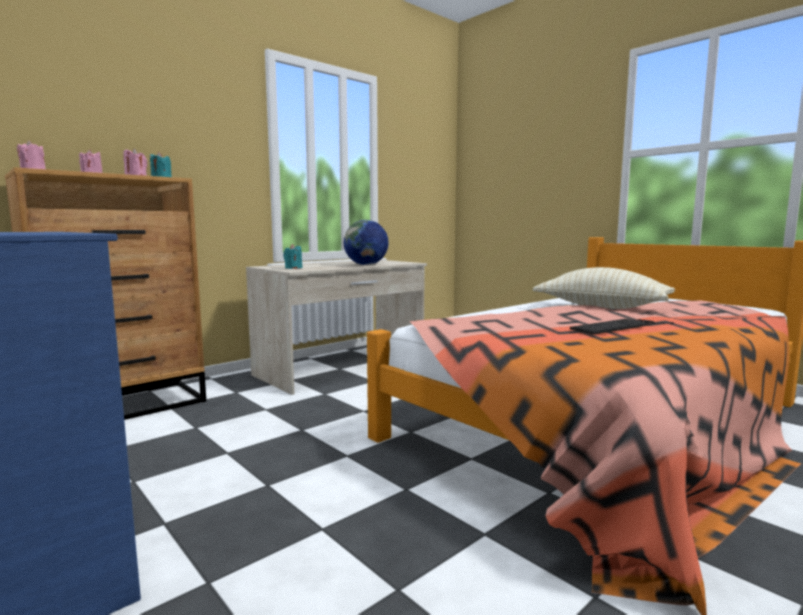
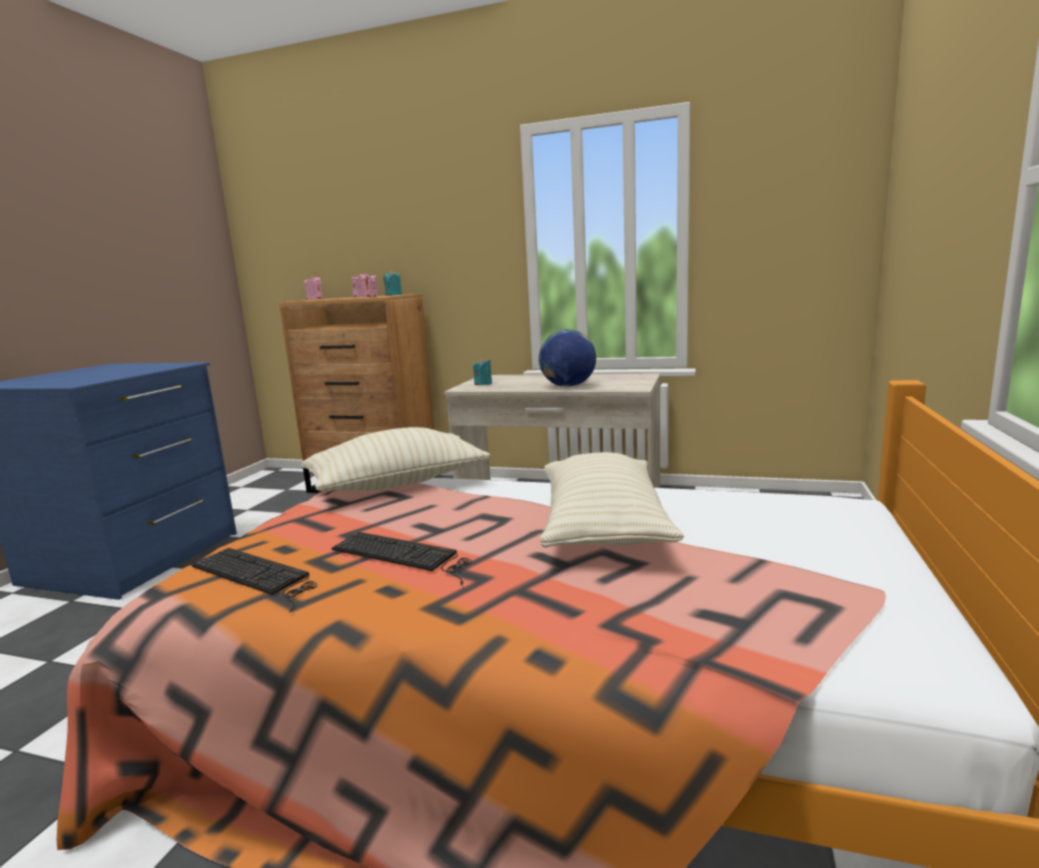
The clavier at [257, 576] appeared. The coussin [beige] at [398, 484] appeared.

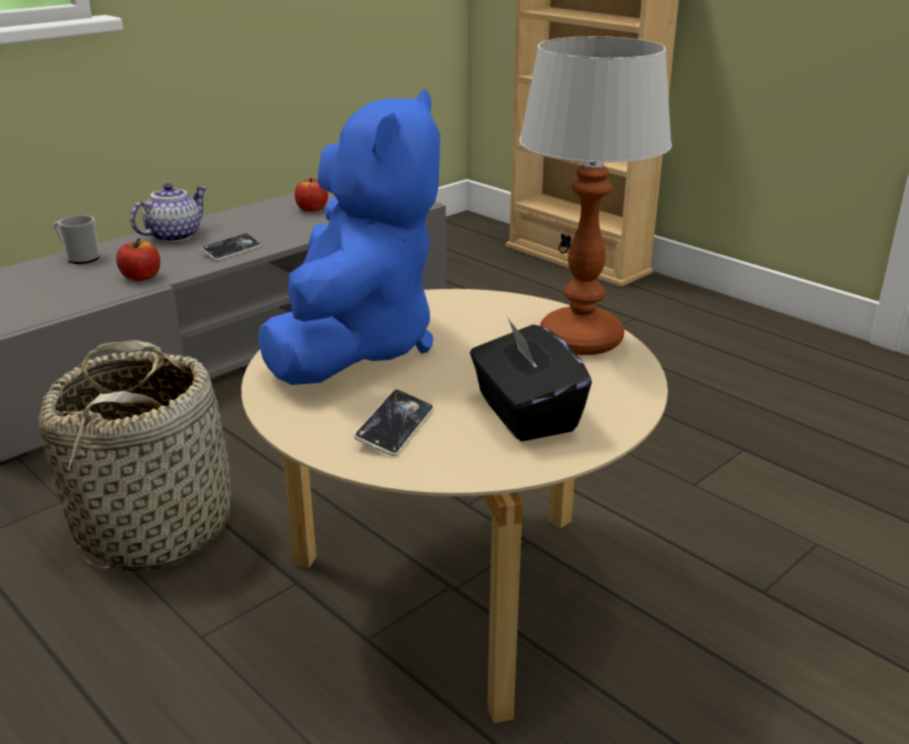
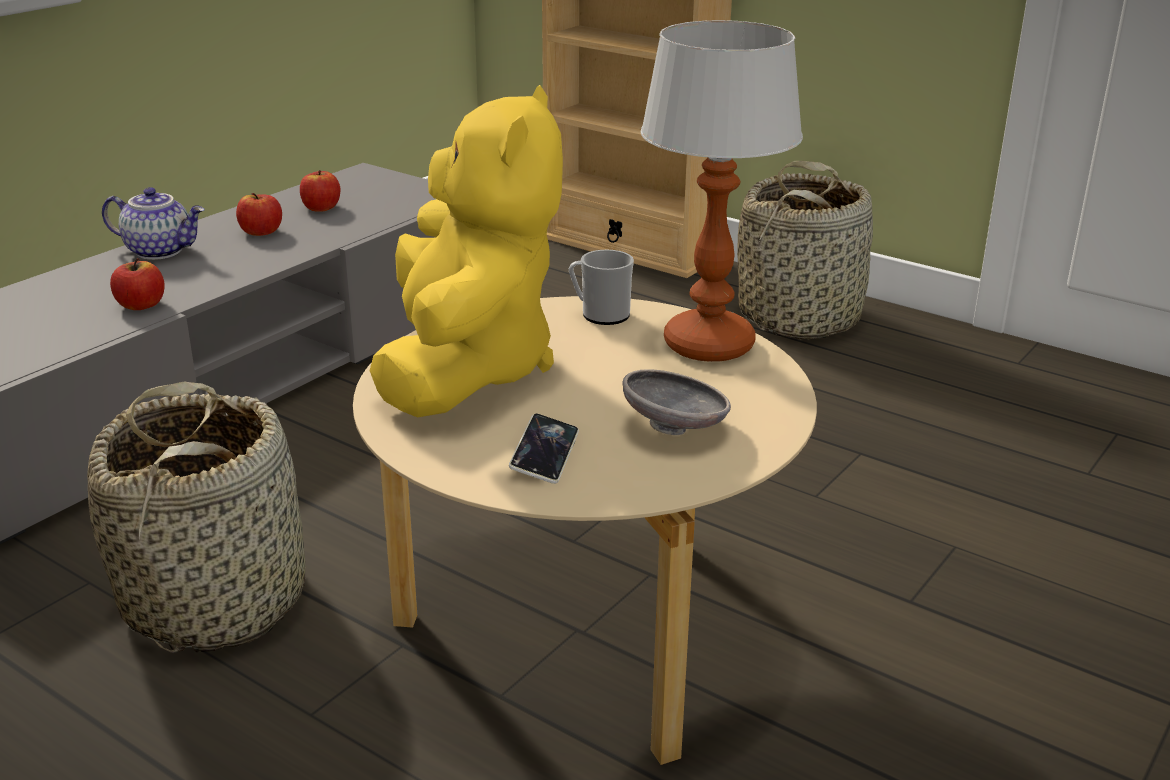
The mug moved from [80, 258] to [600, 315]. The théière at [174, 236] turned 75 degrees clockwise. The téléphone at [232, 250] disappeared. The peluche [bleu] at [355, 346] became the peluche [jaune] at [466, 369]. The boîte à mouchoirs [noir] at [525, 414] was replaced by the bol [gris] at [676, 428]. The pomme at [261, 232] appeared. The panier at [800, 317] appeared.

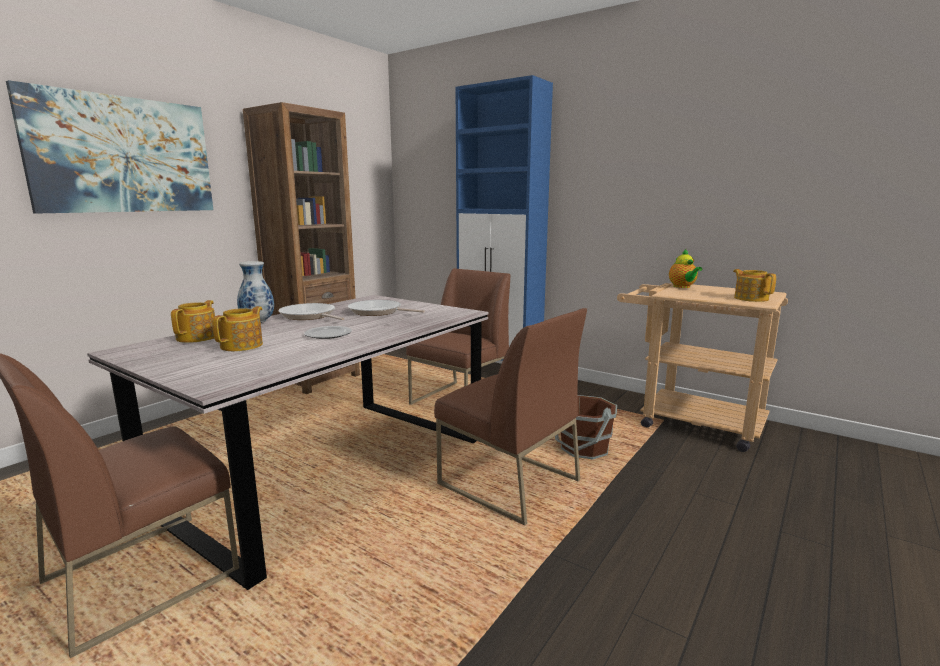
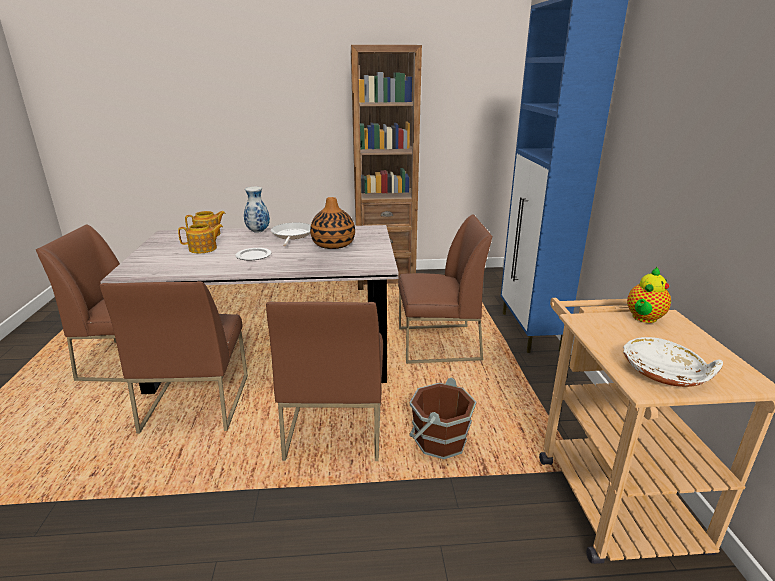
The tableau at [123, 155] disappeared. The poêle at [378, 312] was replaced by the vase at [333, 245]. The théière at [750, 298] was replaced by the bol [blanc] at [664, 374]. The chaise [marron] at [196, 402] appeared.

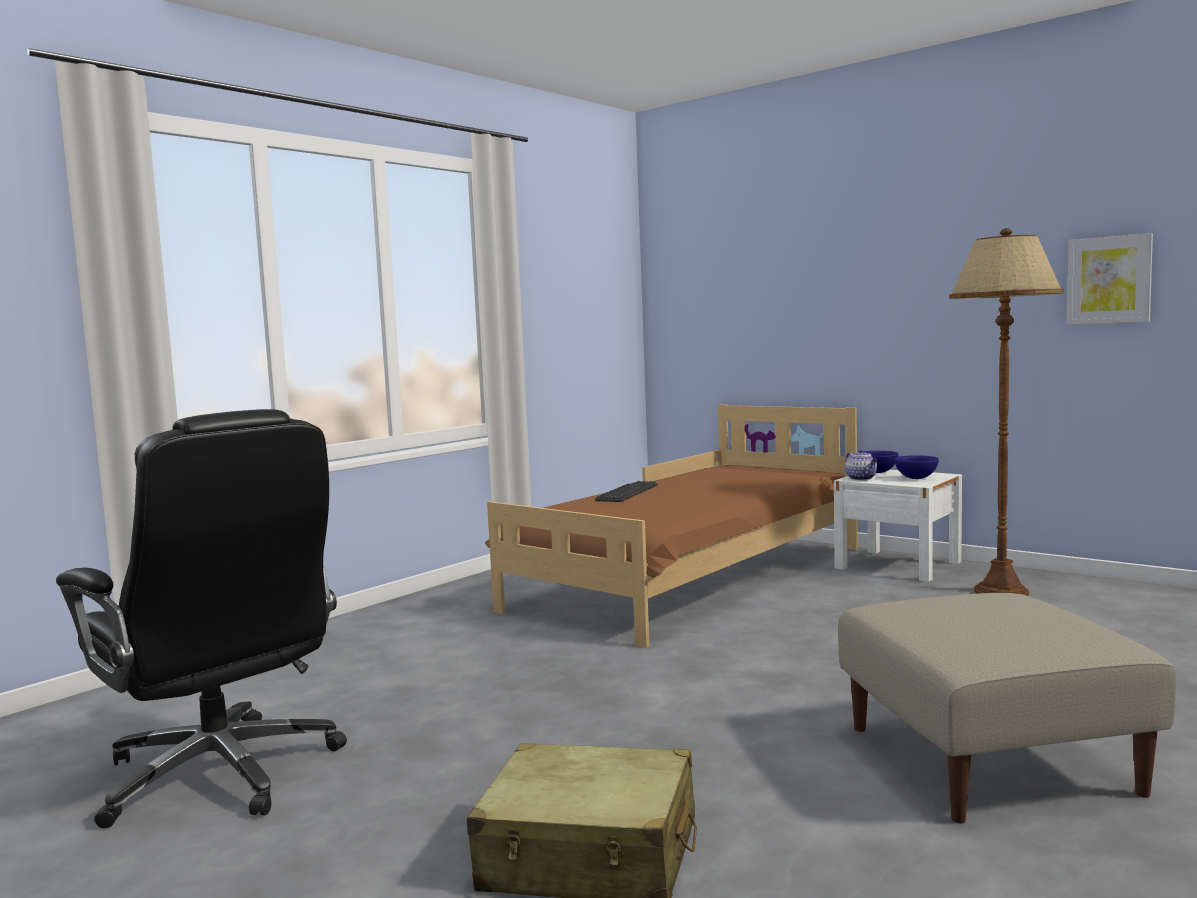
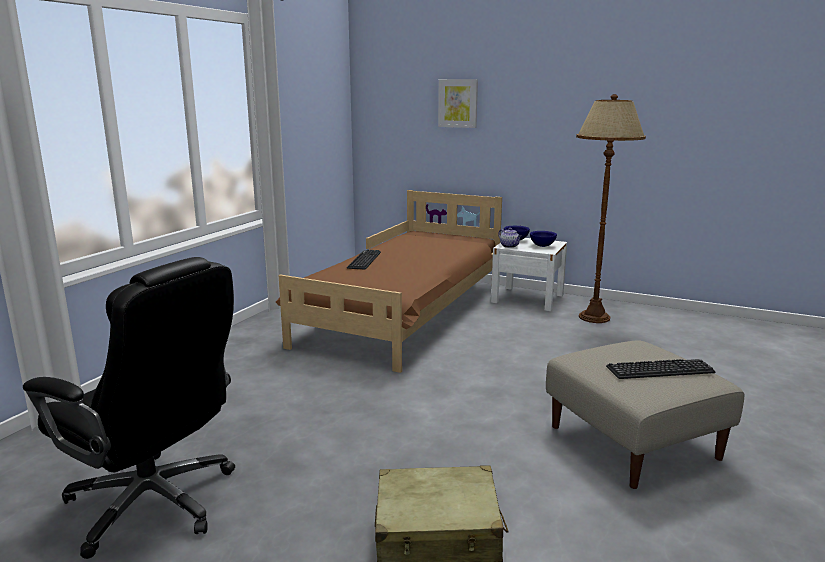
The tableau moved from [1109, 280] to [458, 103]. The clavier at [659, 370] appeared.

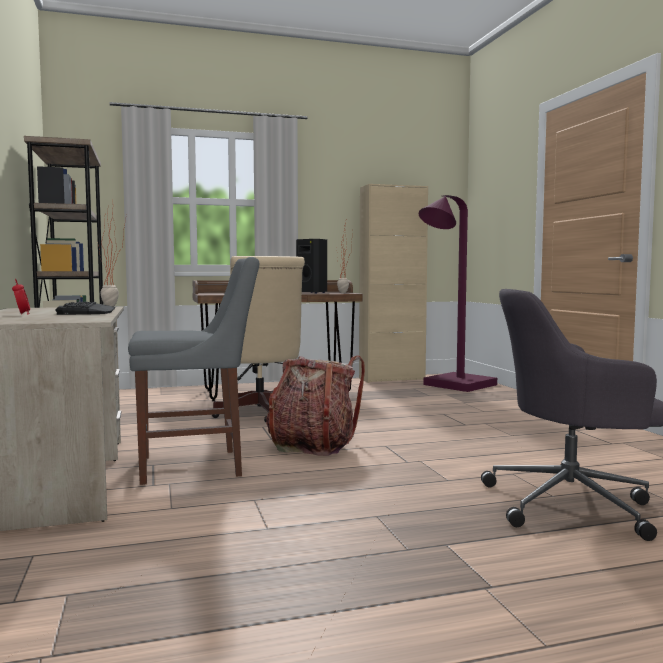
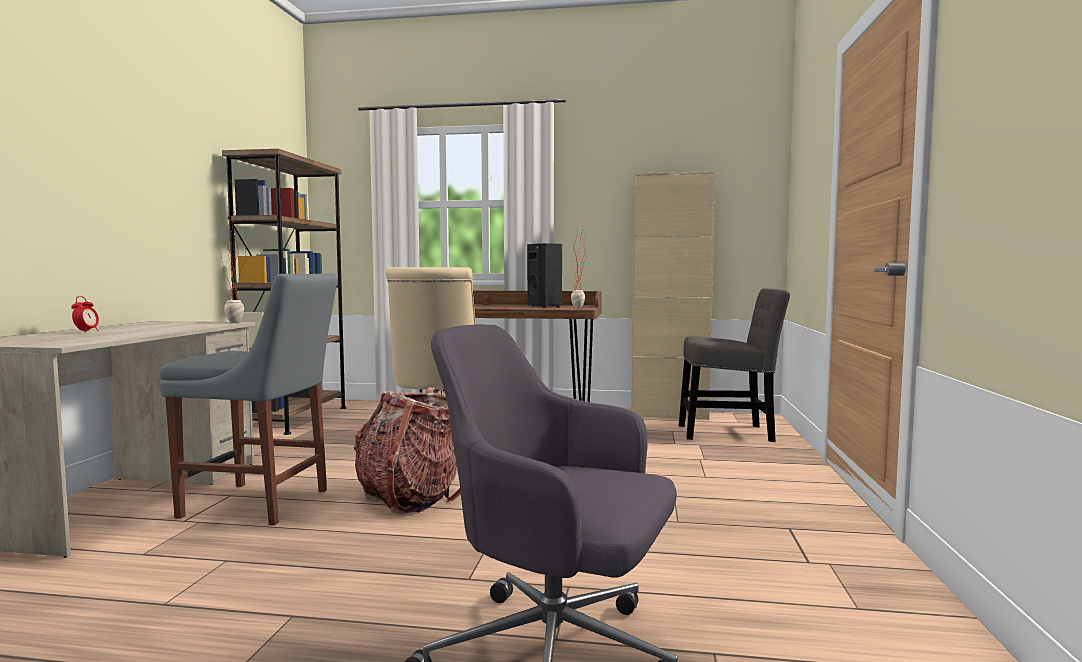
The clavier at [86, 311] disappeared. The lampadaire [violet] at [454, 386] was replaced by the chaise [gris] at [730, 433].

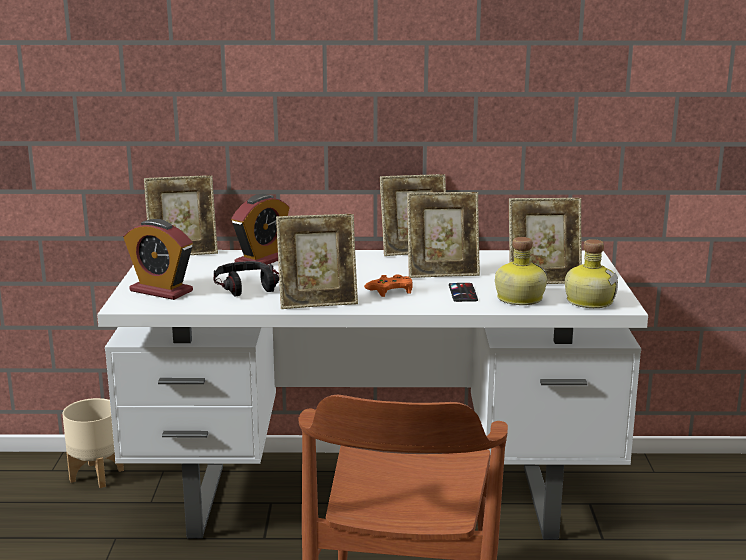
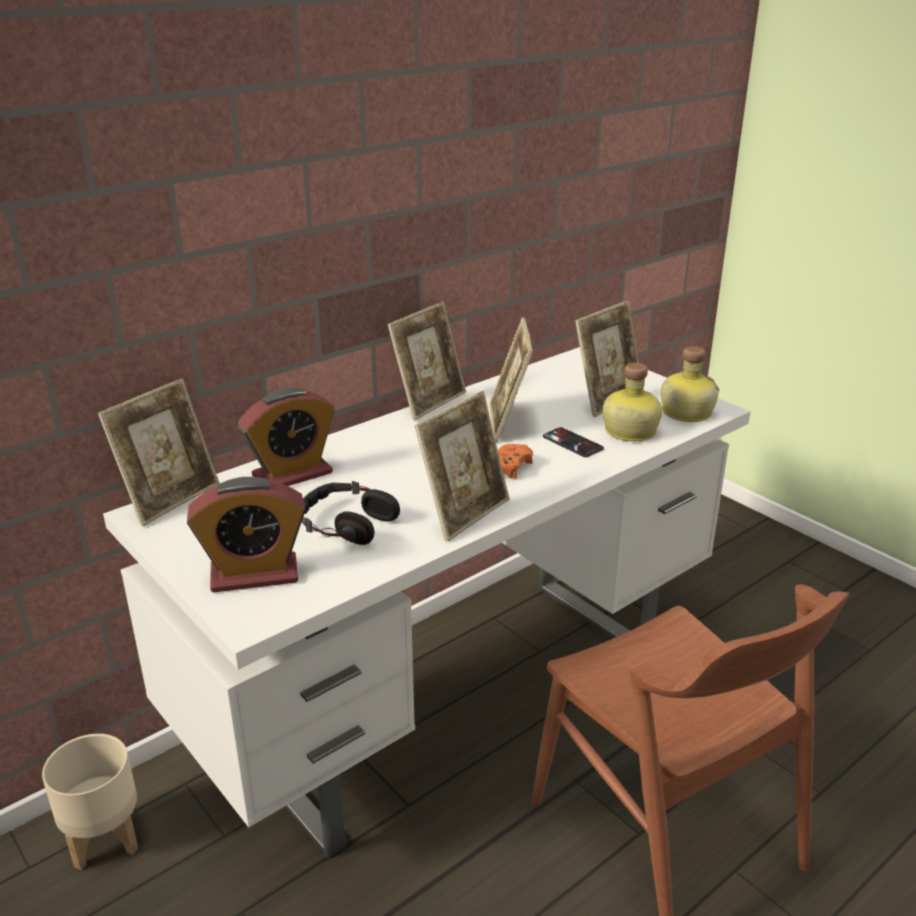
The réveil at [262, 260] turned 60 degrees clockwise. The cadre photo at [442, 273] turned 135 degrees clockwise.

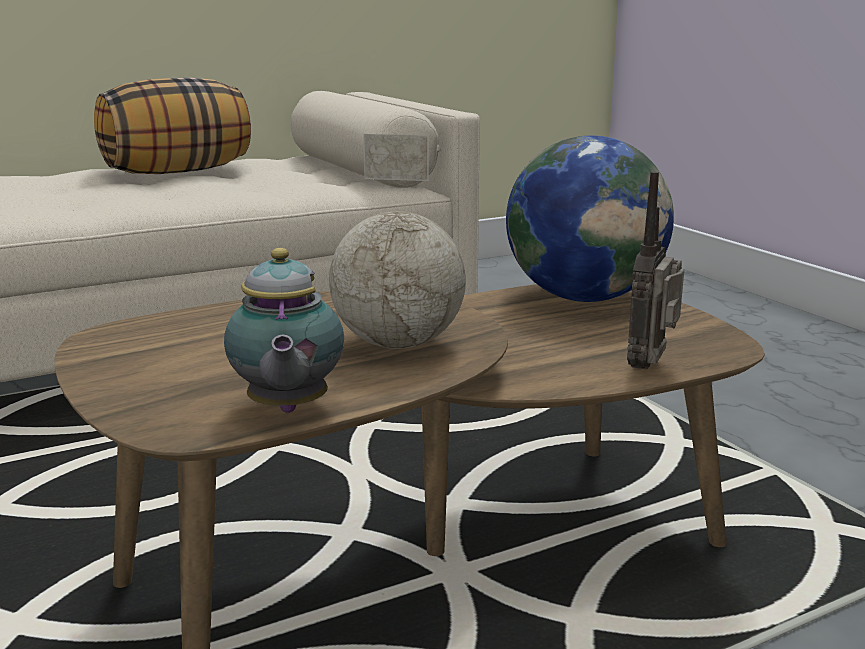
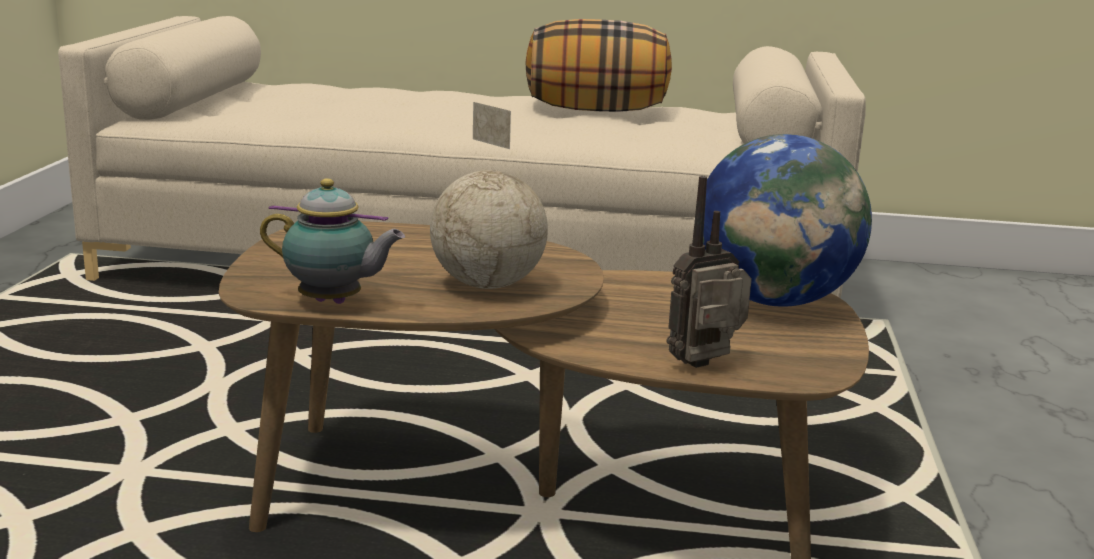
The théière at [287, 409] turned 105 degrees counterclockwise.

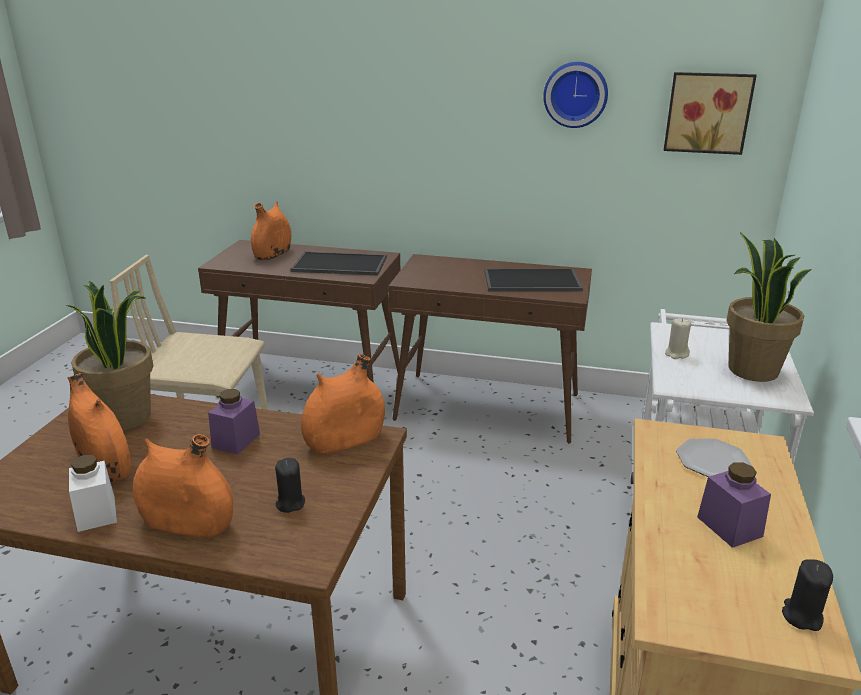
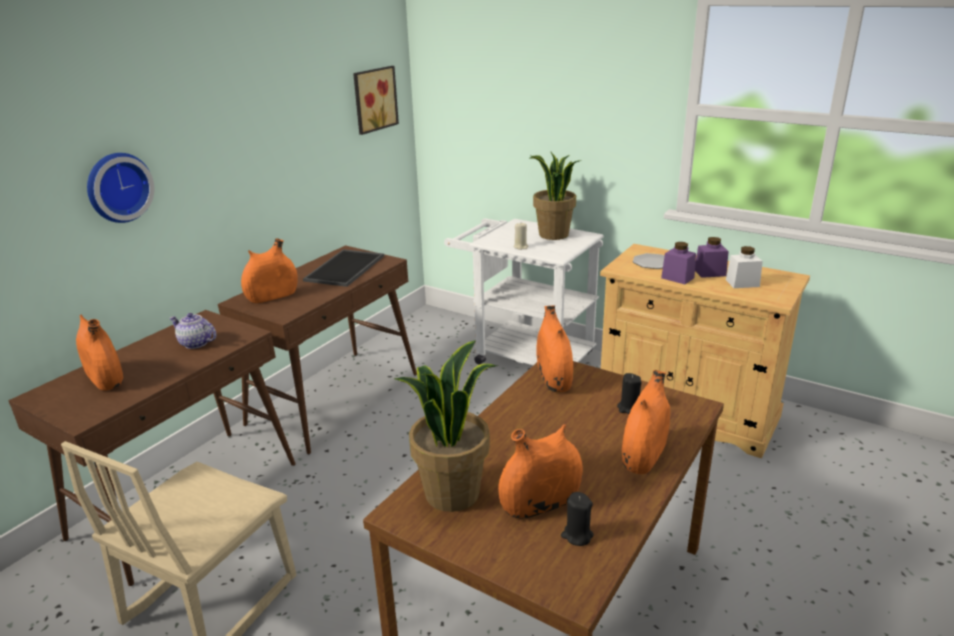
The bocal [blanc] moved from [96, 513] to [742, 283]. The bocal [violet] moved from [236, 441] to [677, 278]. The plateau at [338, 265] was replaced by the théière at [195, 343]. The horloge murale moved from [575, 94] to [117, 187]. The bougie [noir] moved from [801, 616] to [577, 535]. The vase [orange] at [272, 296] appeared.

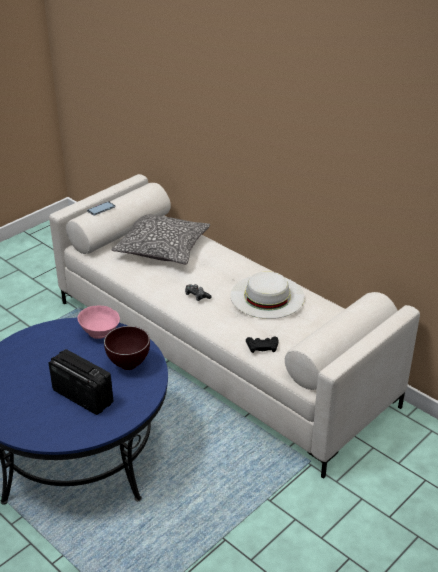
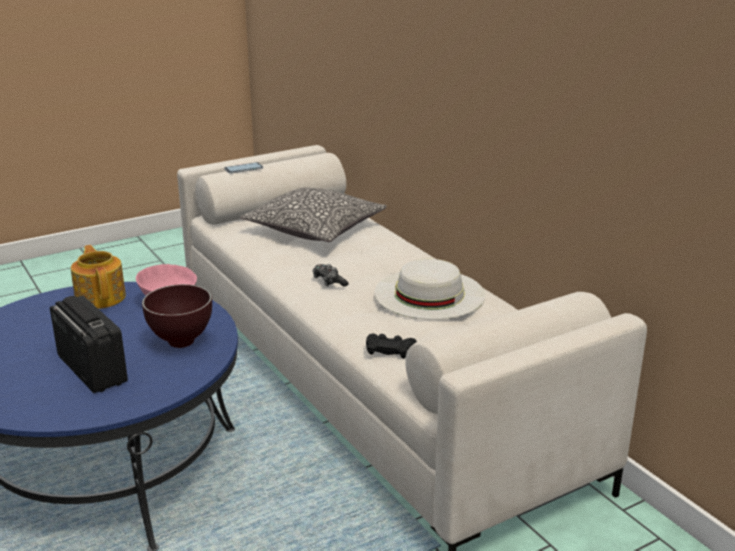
The théière at [101, 297] appeared.

